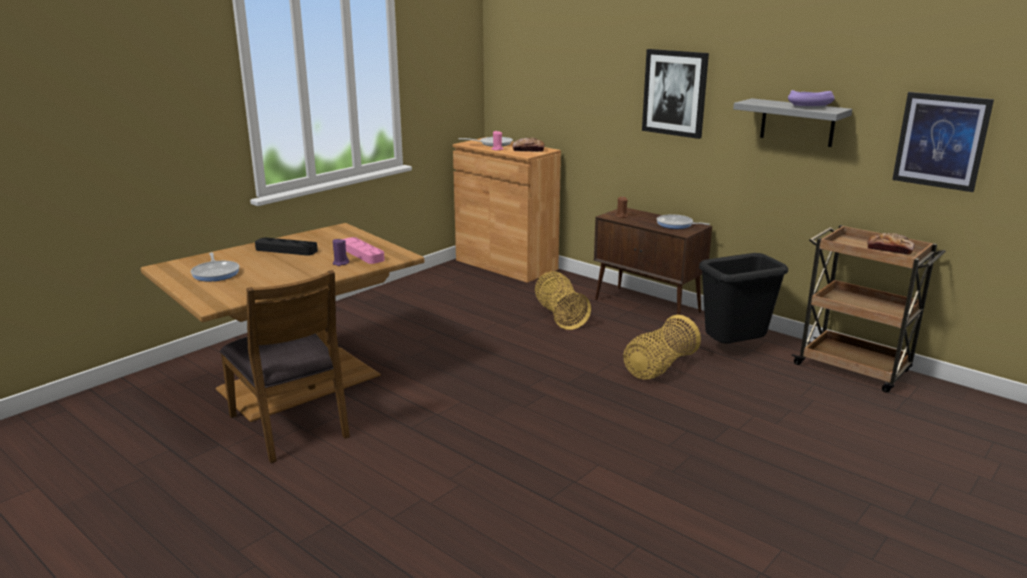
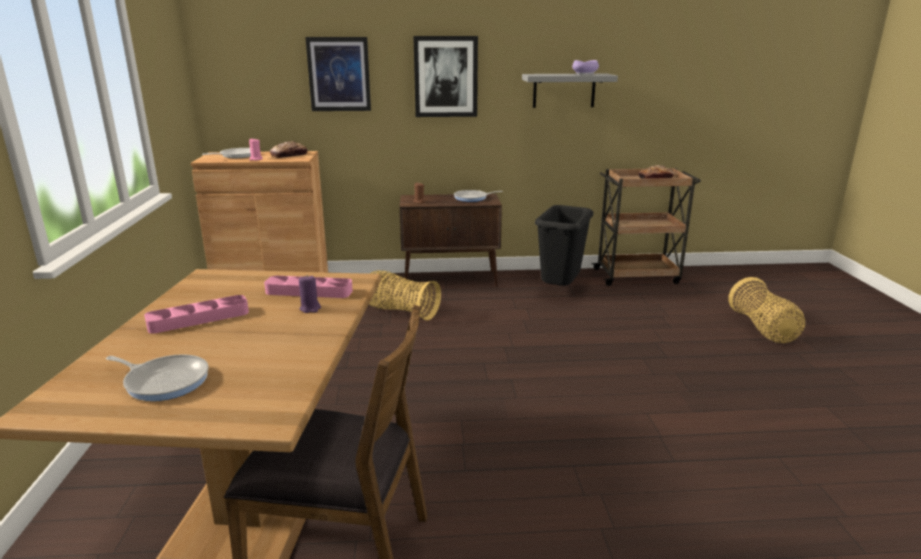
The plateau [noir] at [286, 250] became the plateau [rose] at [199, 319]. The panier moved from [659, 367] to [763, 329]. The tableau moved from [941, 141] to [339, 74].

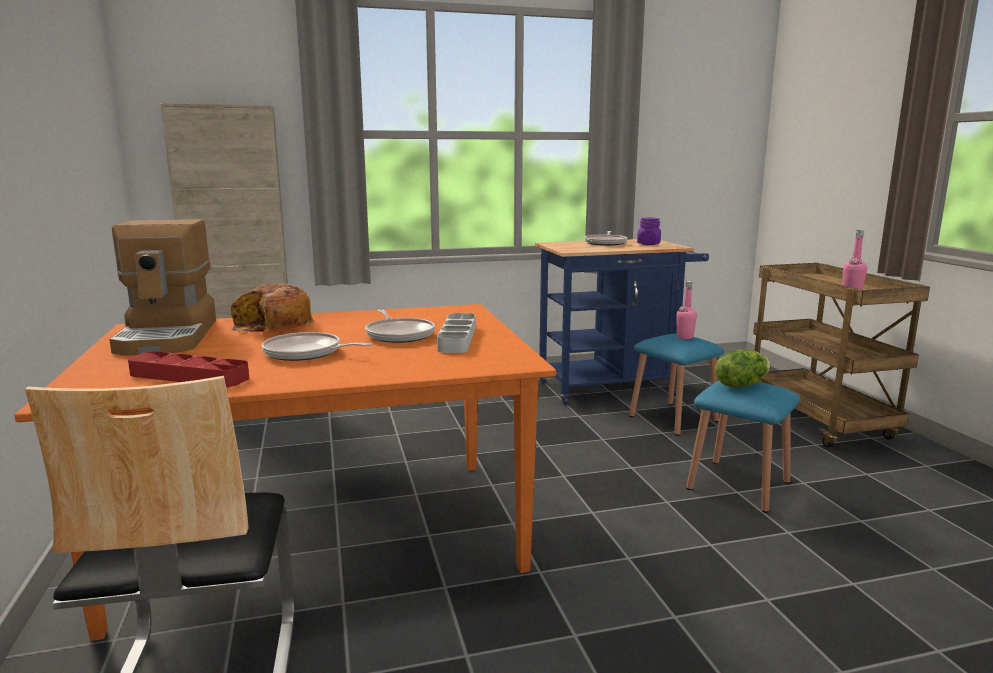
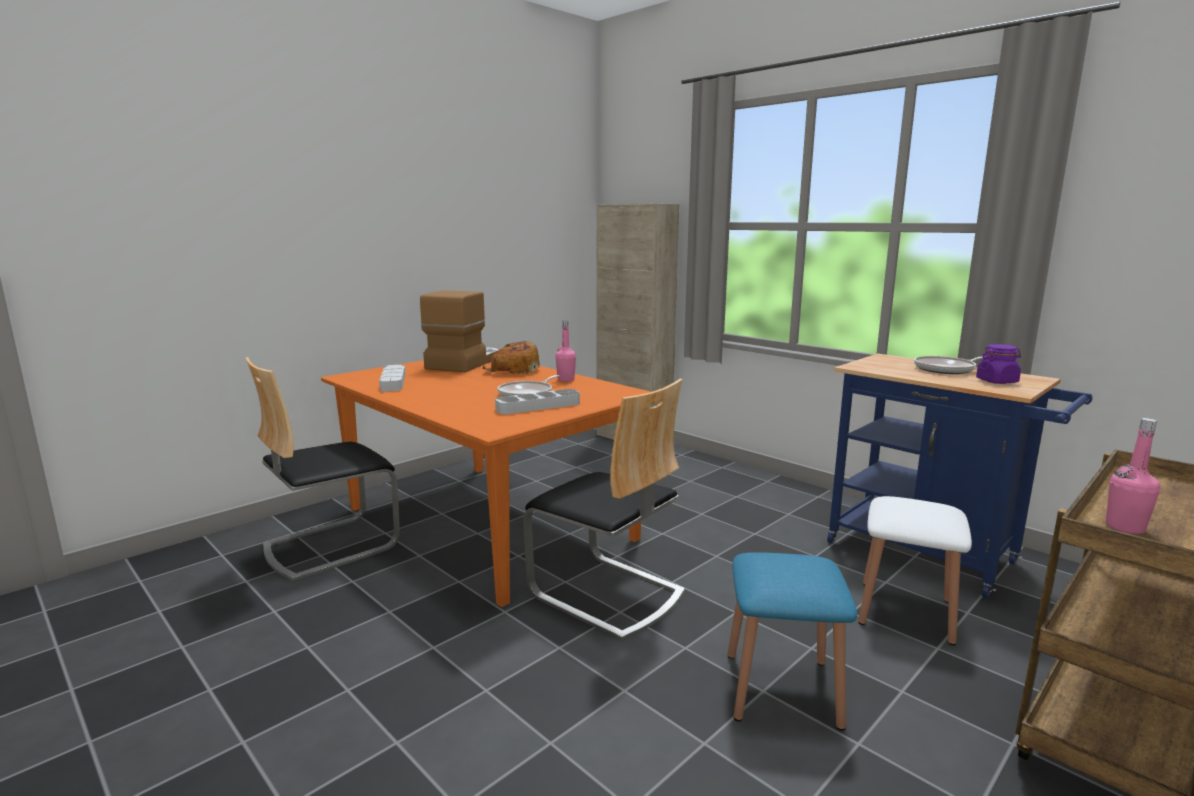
The machine à café at [169, 336] turned 150 degrees clockwise. The plateau [rouge] at [189, 376] became the plateau [gris] at [393, 382]. The poêle at [306, 353] disappeared. The tabouret [bleu] at [673, 418] became the tabouret [blanc] at [905, 611]. The bouteille [rose] moved from [685, 337] to [566, 379]. The laitue at [740, 385] disappeared. The chaise at [606, 593] appeared.

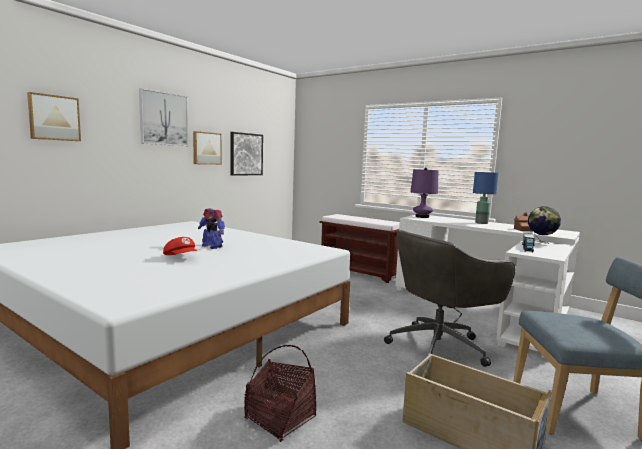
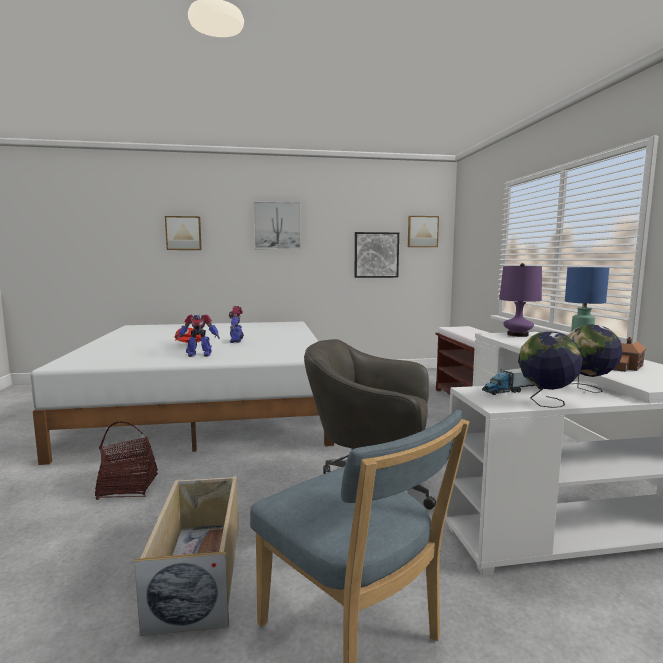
The tableau moved from [206, 148] to [422, 231]. The robot jouet at [199, 355] appeared. The globe at [546, 403] appeared.

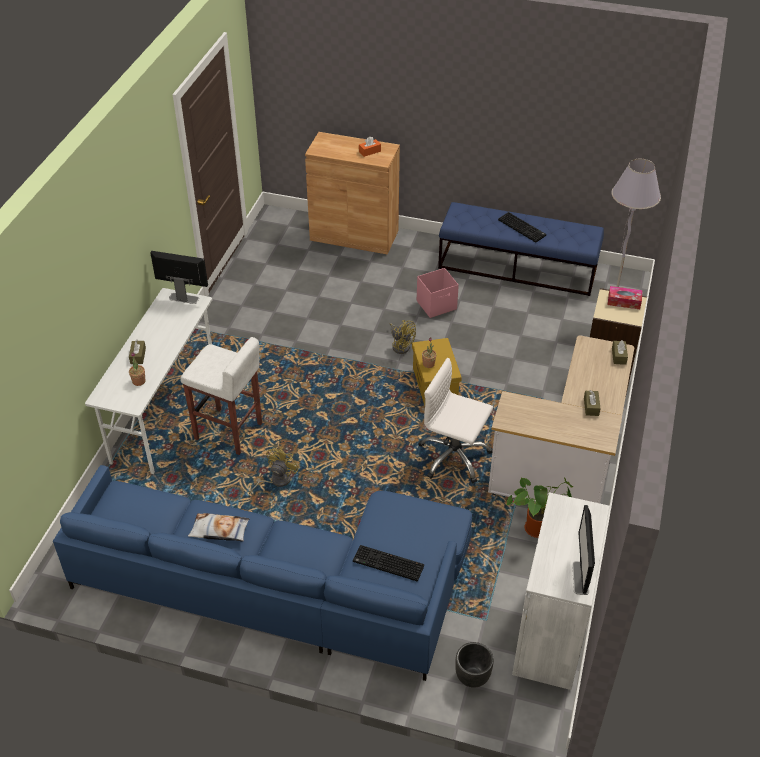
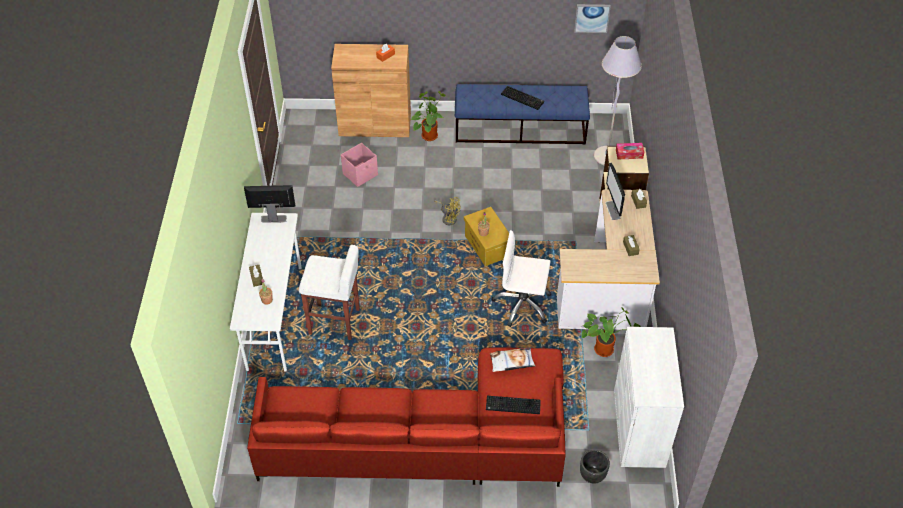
The canapé [bleu] at [284, 586] became the canapé [rouge] at [427, 439]. The coussin moved from [219, 531] to [511, 362]. The ventilateur [jaune] at [276, 481] disappeared. The boîte de rangement [rose] moved from [437, 305] to [361, 174]. The écran d'ordinateur moved from [580, 578] to [612, 210]. The plante en pot at [429, 135] appeared. The tableau at [592, 17] appeared.

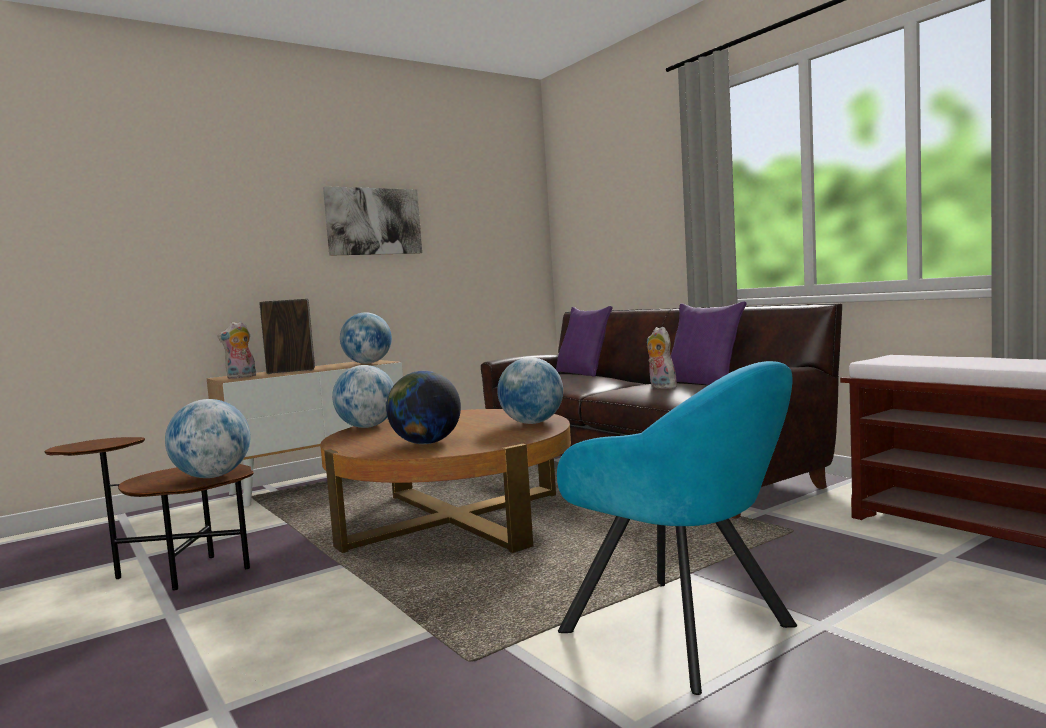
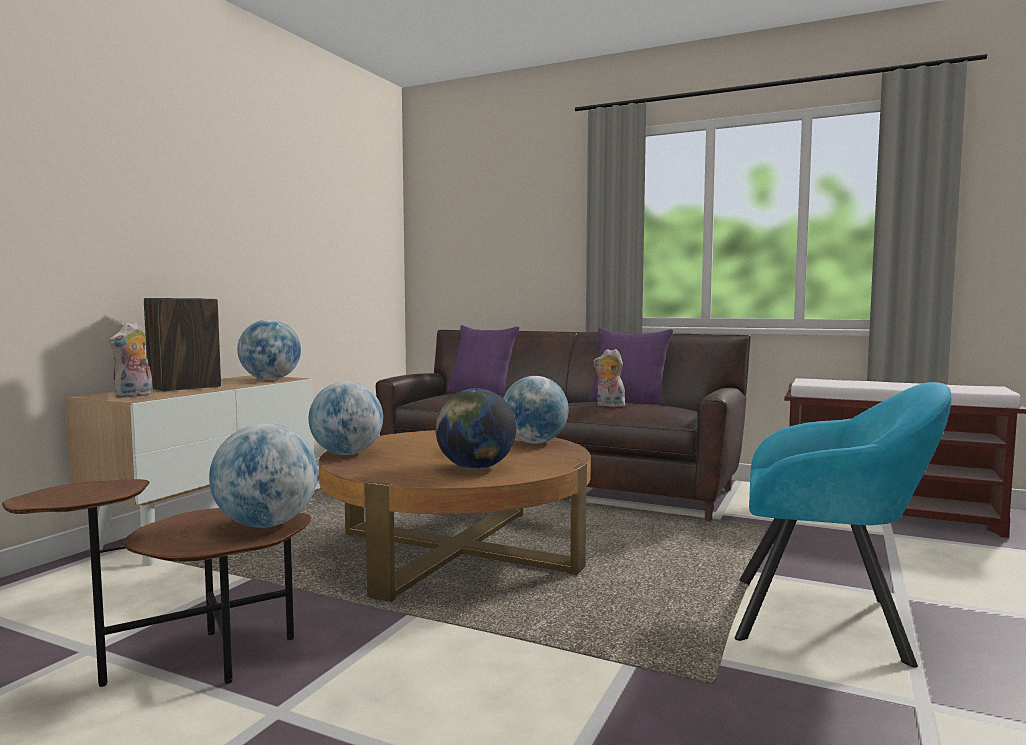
The tableau at [373, 221] disappeared.

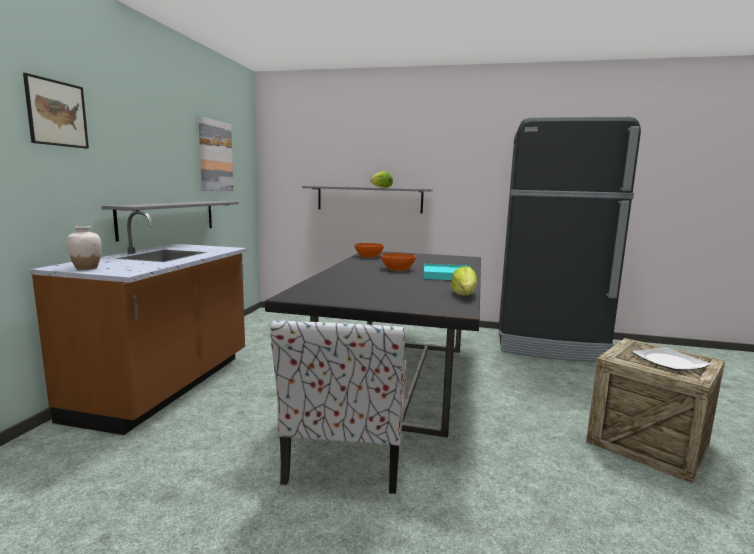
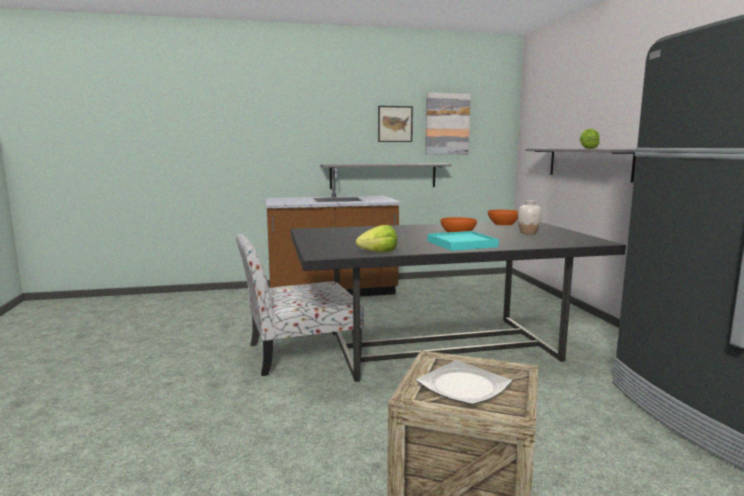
The tableau moved from [57, 113] to [395, 124]. The vase [blanc] moved from [86, 268] to [528, 233].

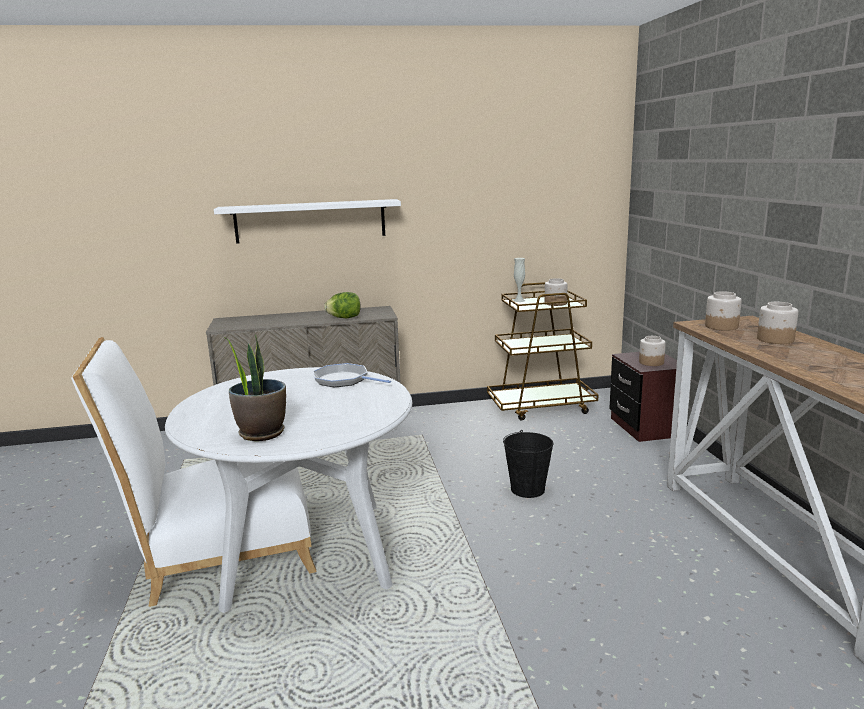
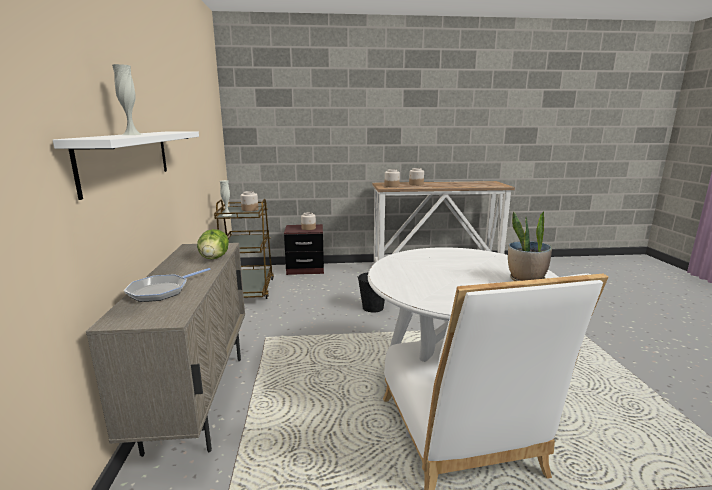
The poêle moved from [344, 380] to [161, 291]. The vase [blanc] at [132, 134] appeared.

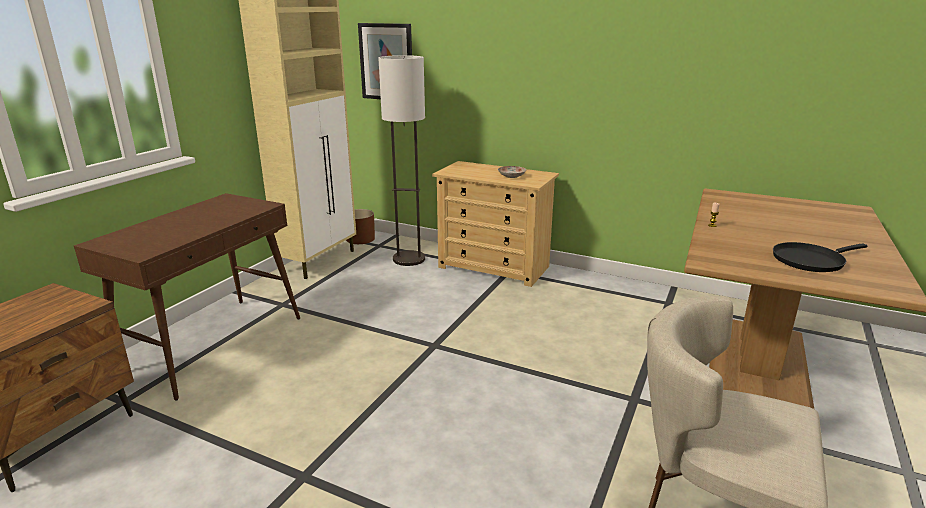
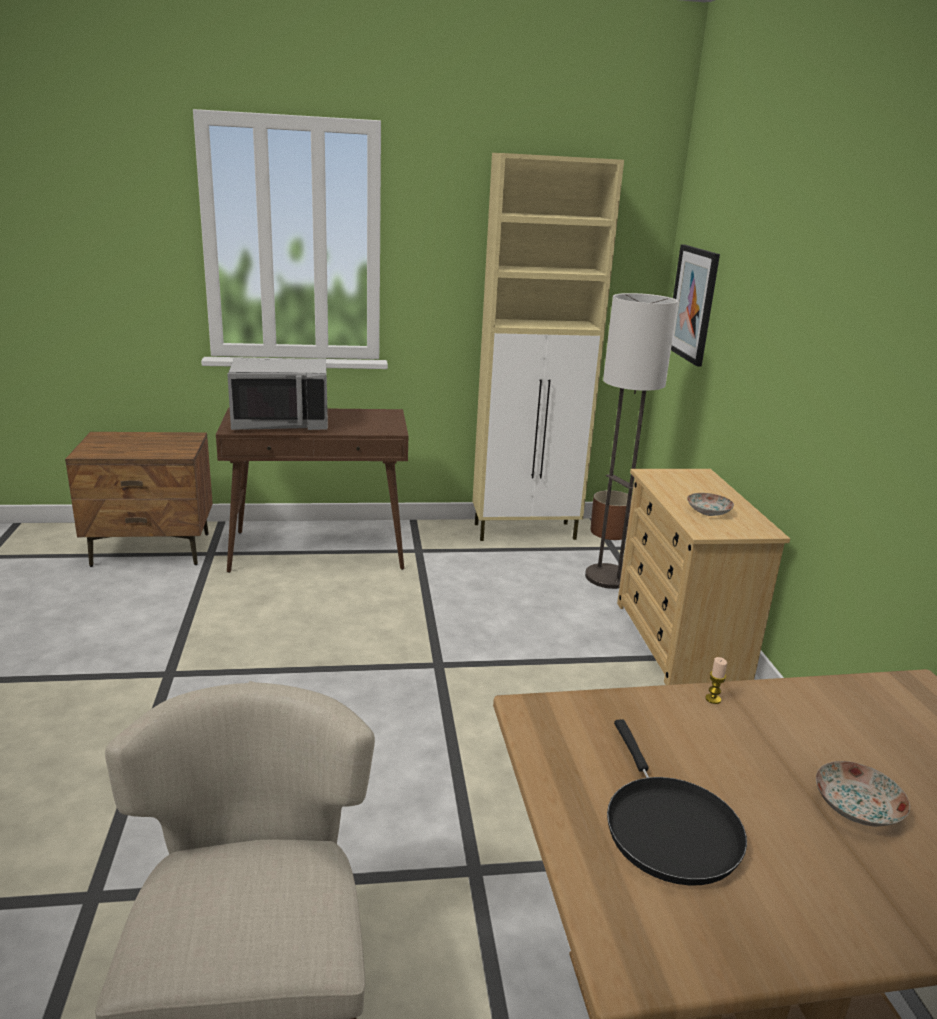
The poêle [noir] at [811, 260] turned 135 degrees counterclockwise. The micro-ondes [gris] at [281, 422] appeared. The assiette at [855, 807] appeared.

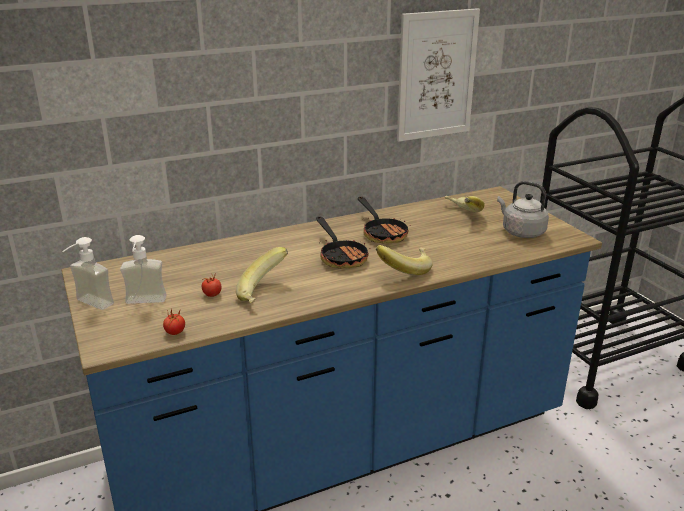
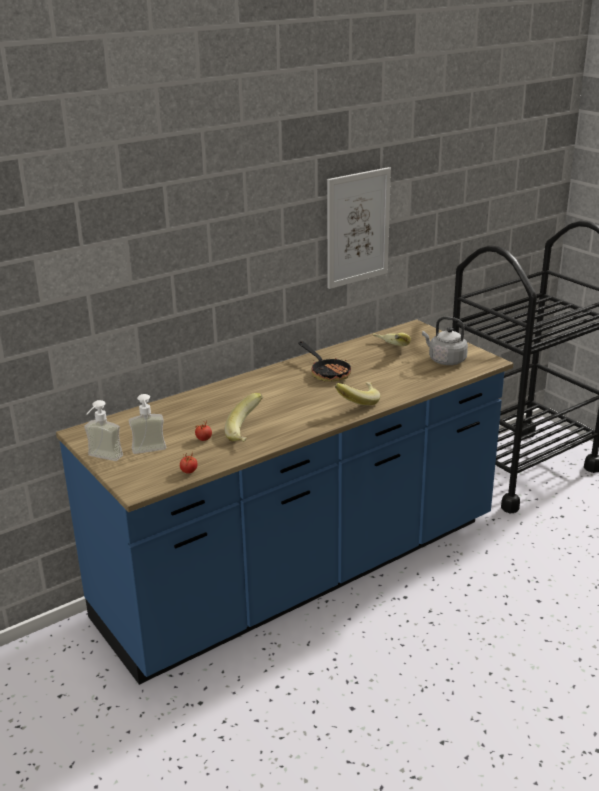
The poêle at [341, 256] disappeared.

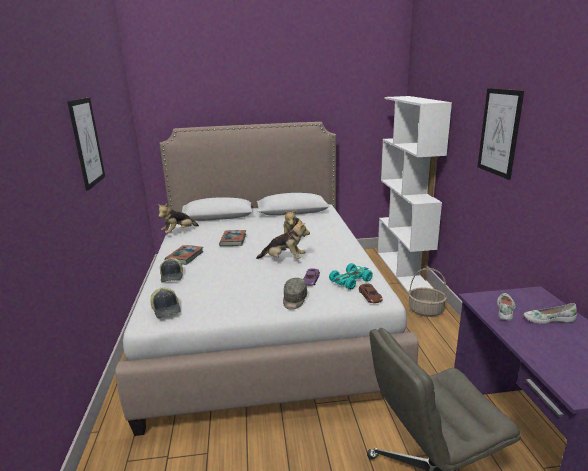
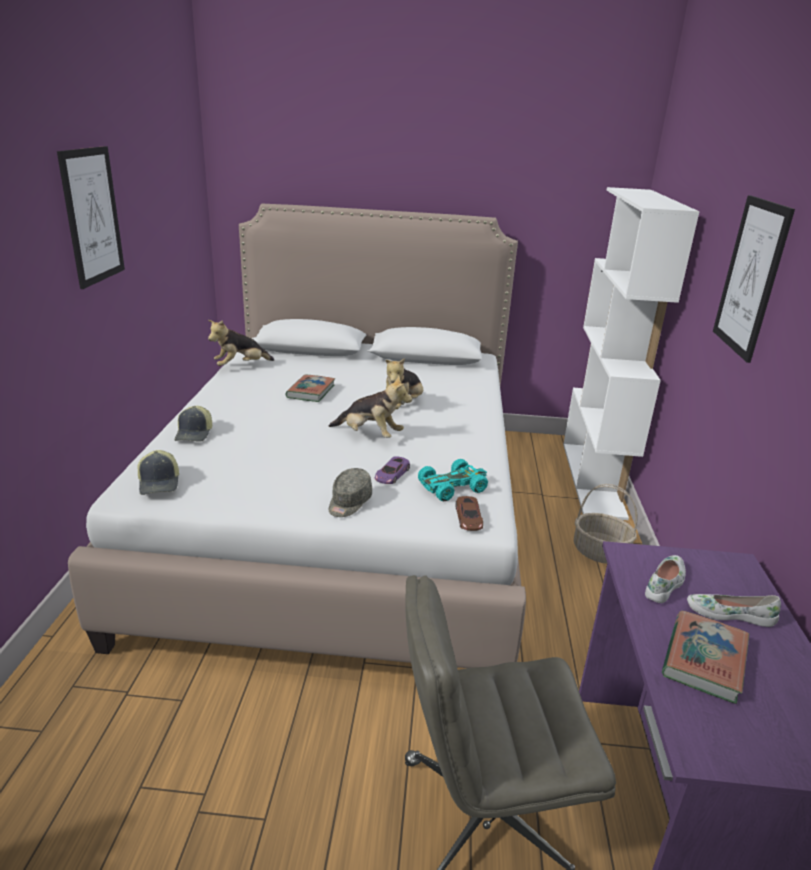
The livre moved from [184, 257] to [704, 660].

